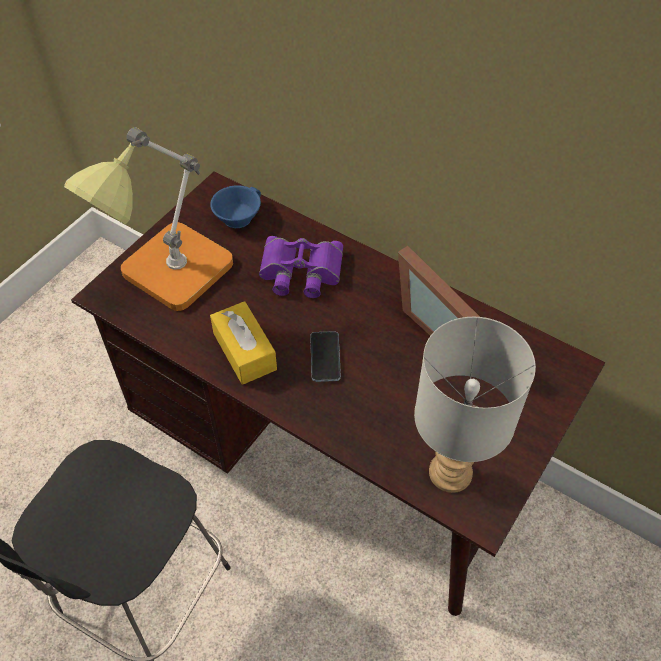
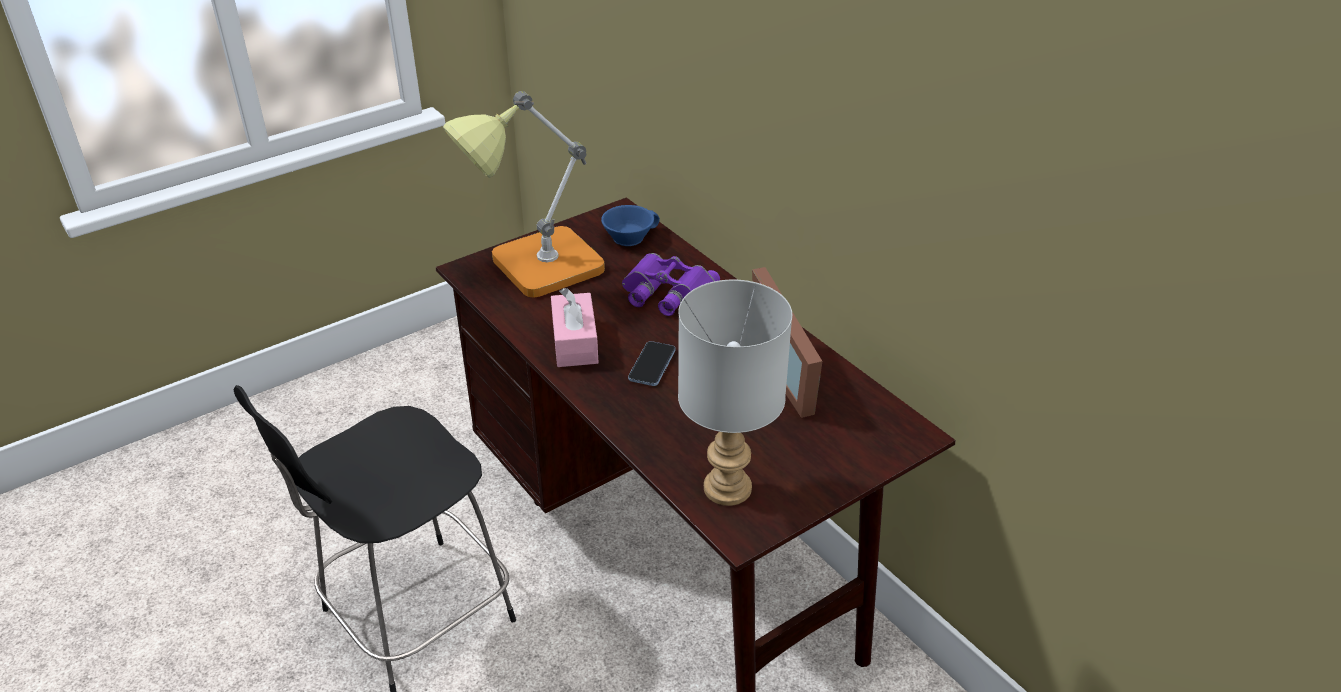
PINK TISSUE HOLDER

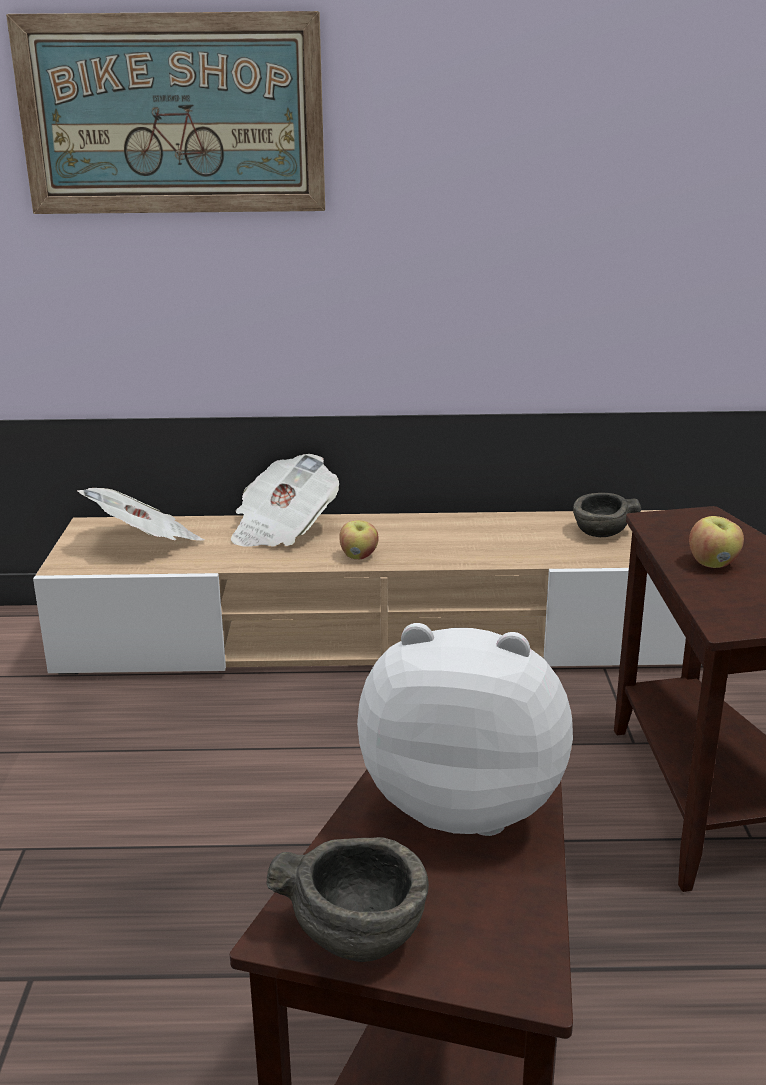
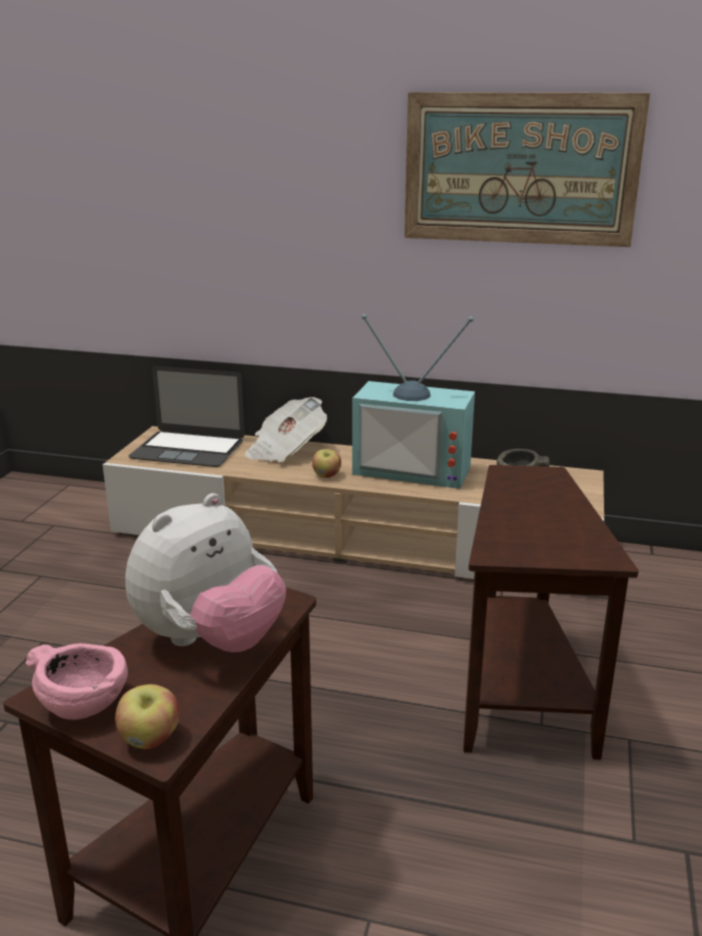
PINK BOWL
APPLE FRUIT (1st from left)
PLUSH TOY
NOTEBOOK COMPUTER
TV SET
WALL ART

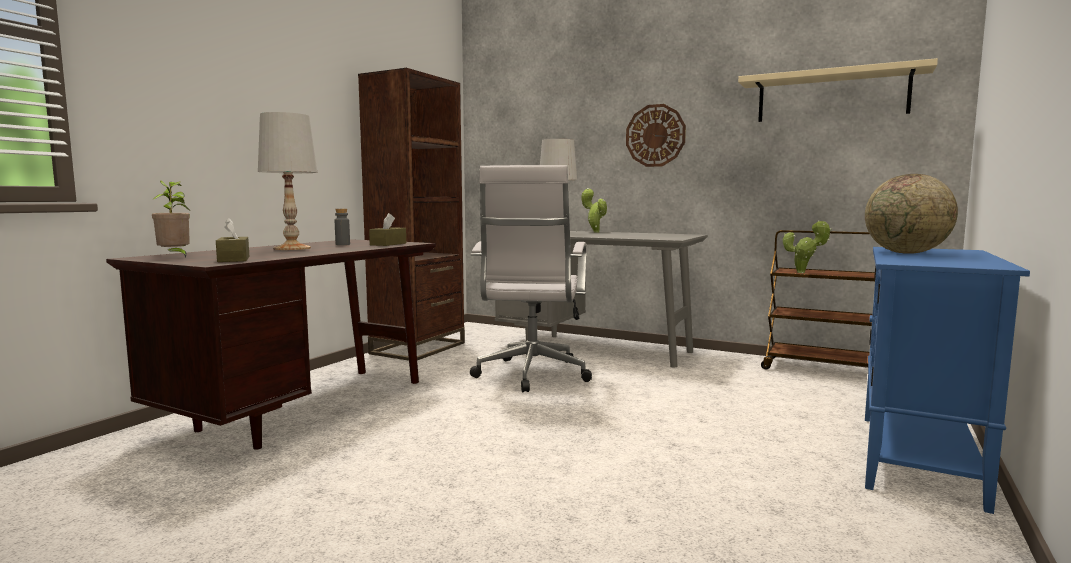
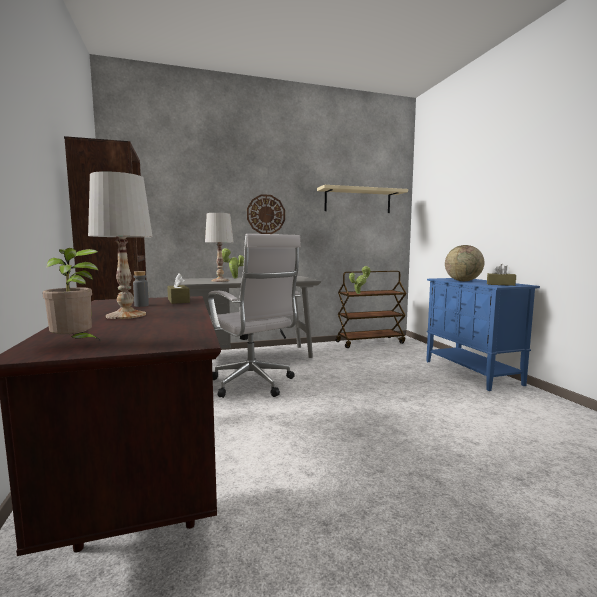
BROWN-COLOURED TISSUE HOLDER (2nd from left)

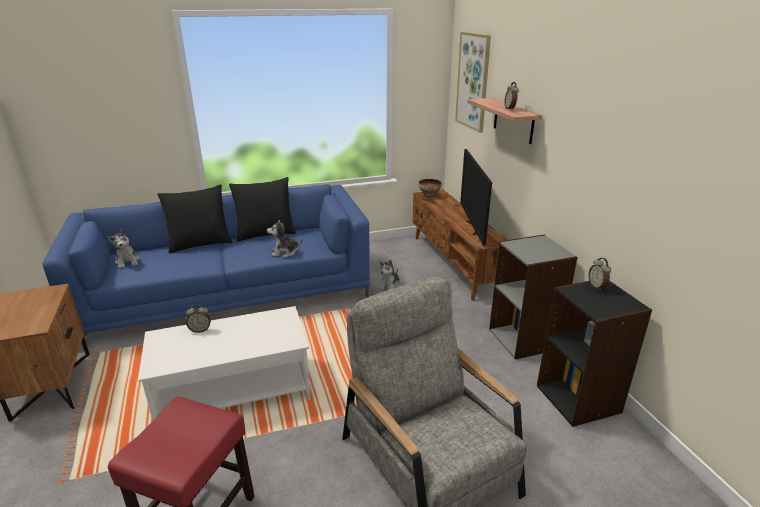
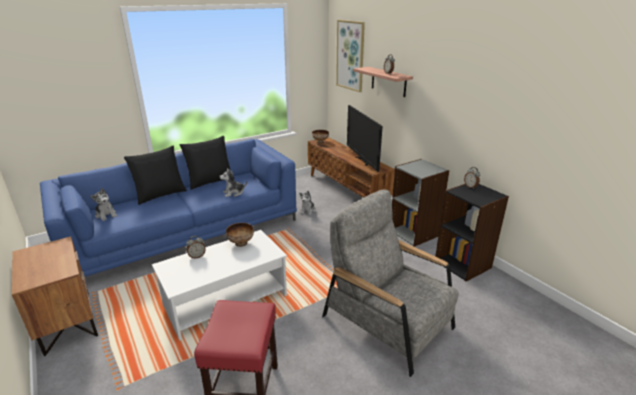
BOWL (1st from left)

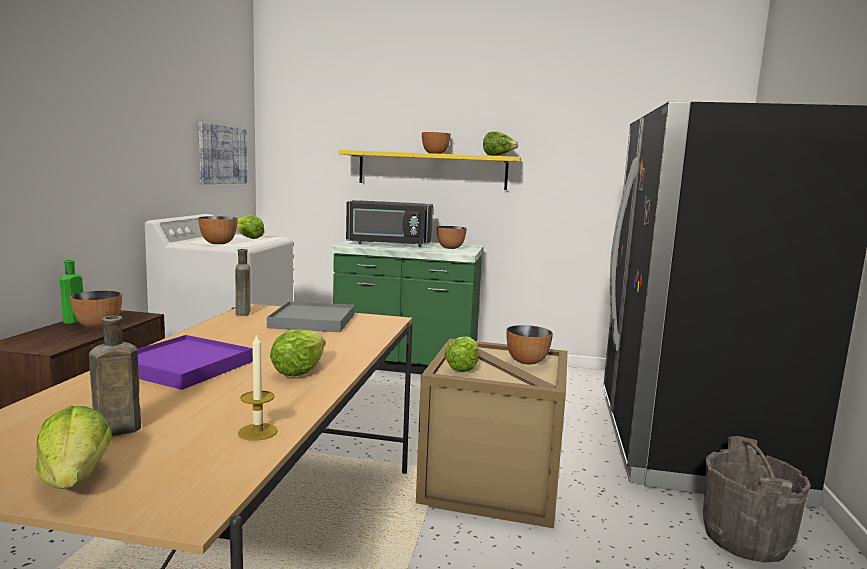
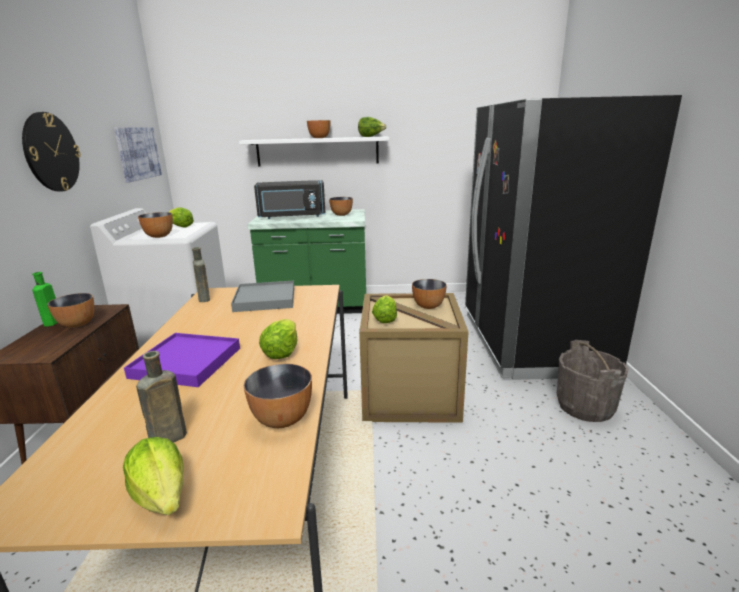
CLOCK ON THE WALL
WHITISH WALL SHELF
BOWL (3rd from left)

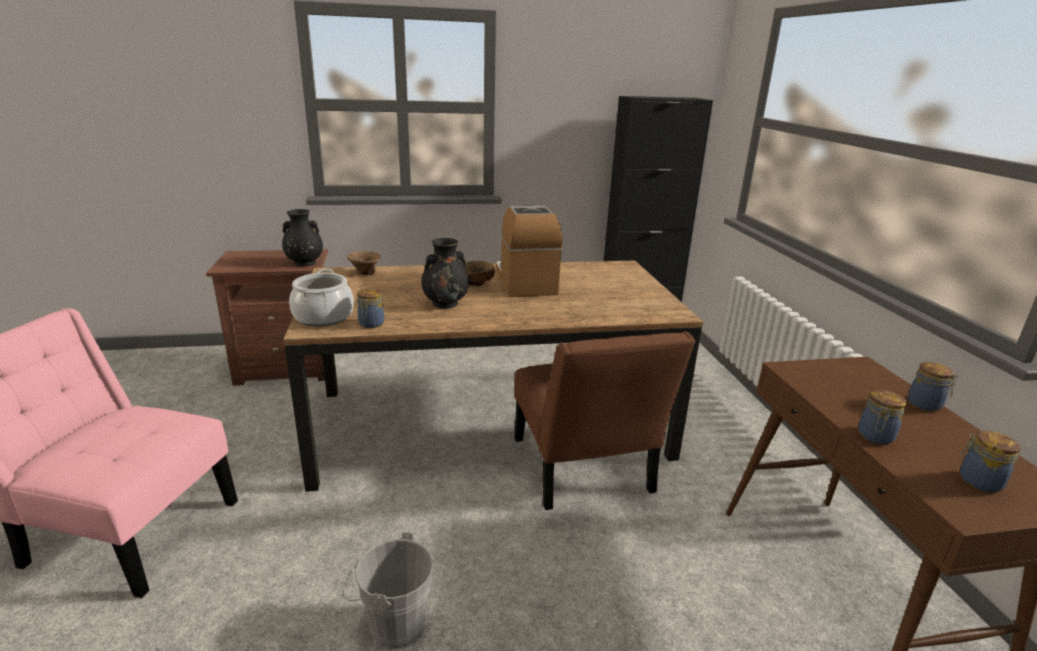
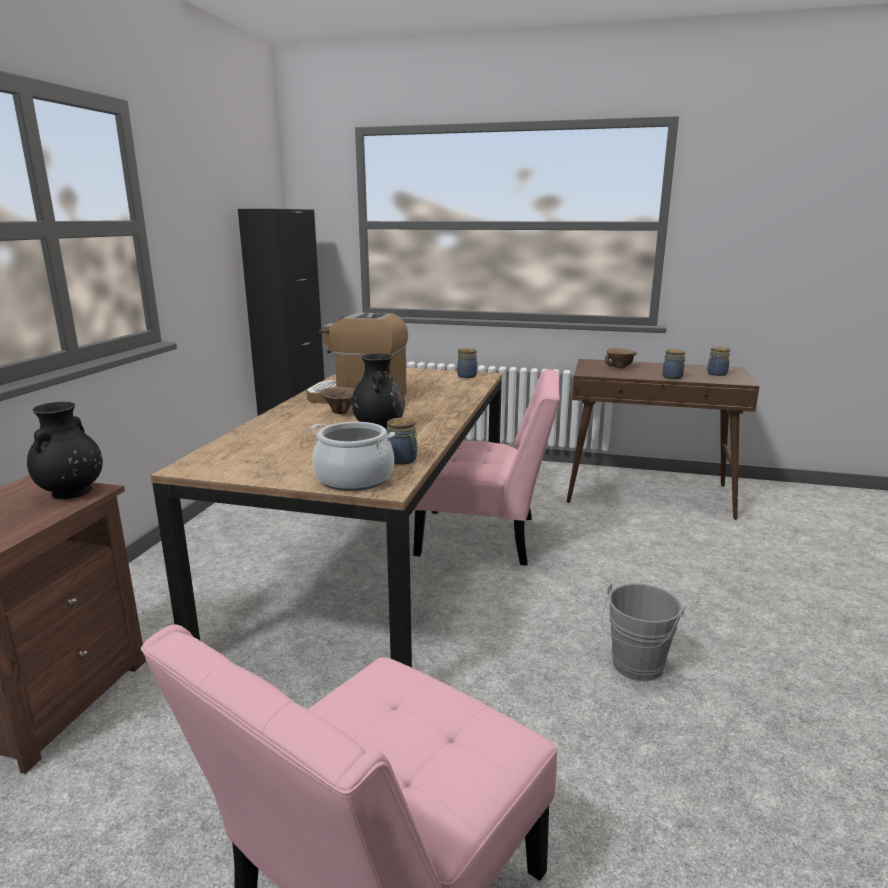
PINK CHAIR (2nd from left)
JAR (2nd from left)
BROWN-COLOURED BOWL (2nd from left)

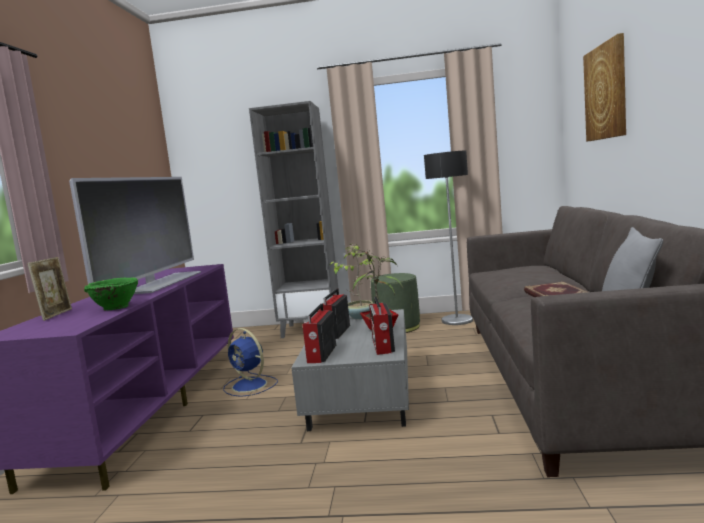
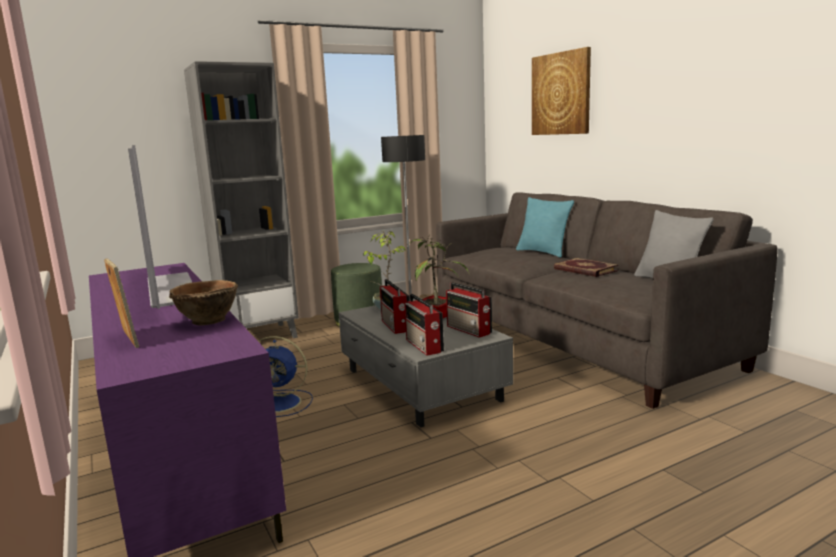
BROWN-COLOURED BOWL
BLUE-GREEN CUSHION

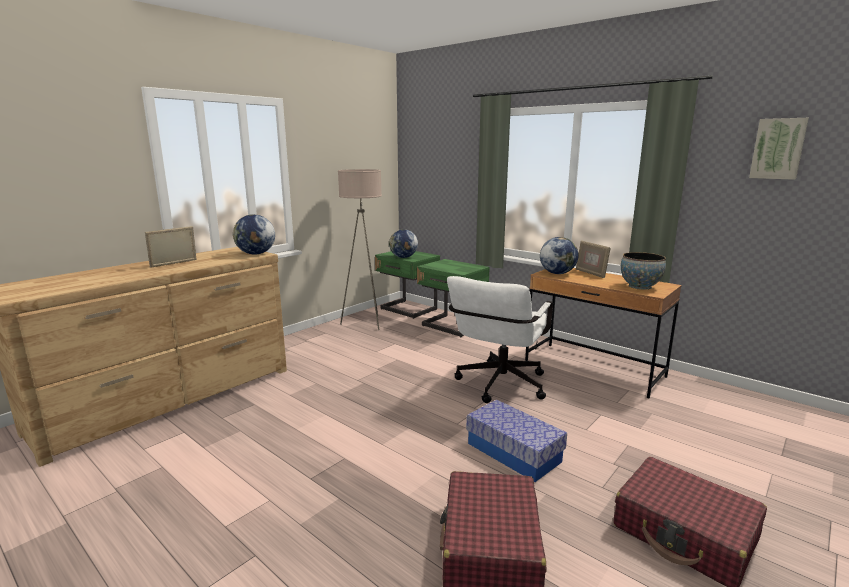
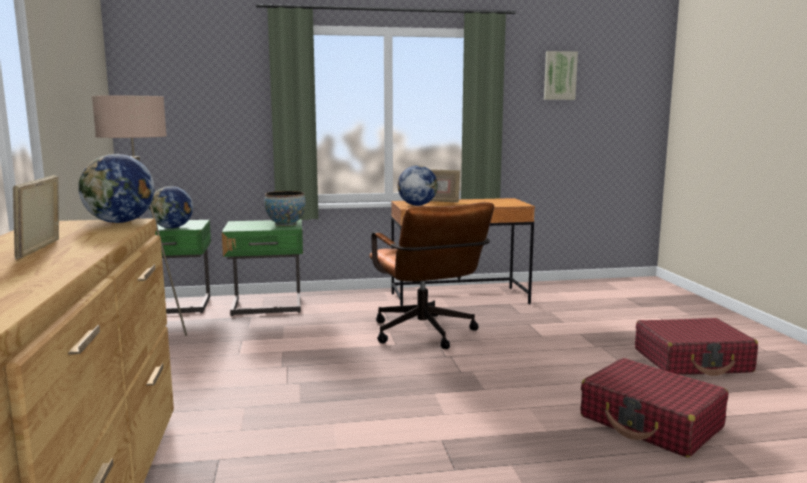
BOWL
BROWN-COLOURED DESK CHAIR
STORAGE BIN

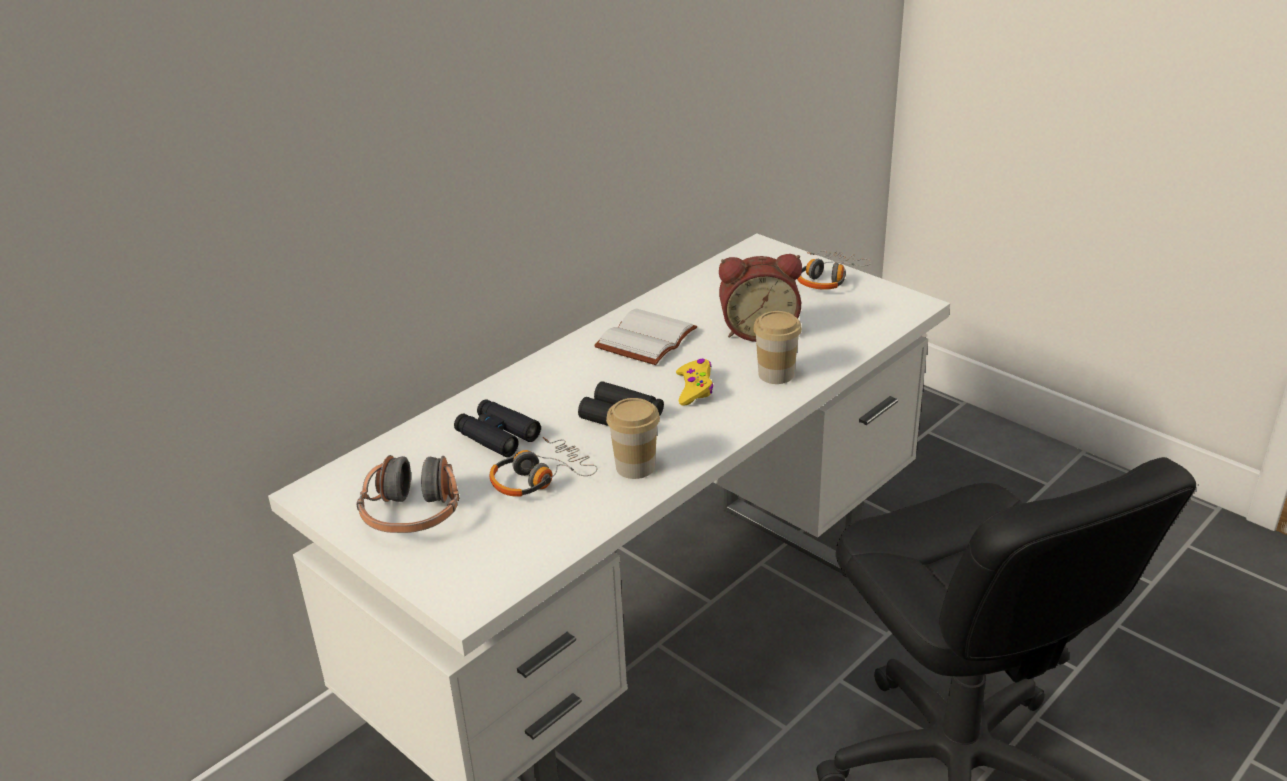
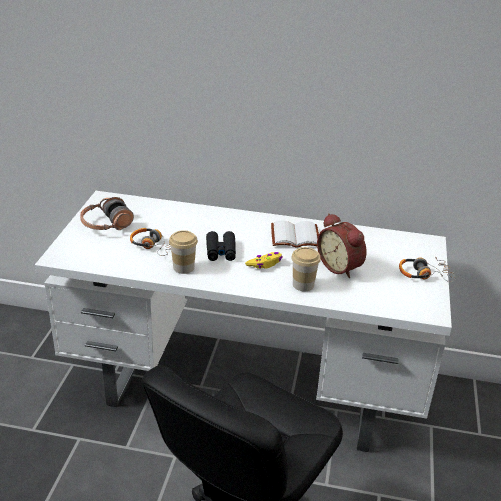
BLACKISH PAIR OF BINOCULARS (1st from left in the first image)

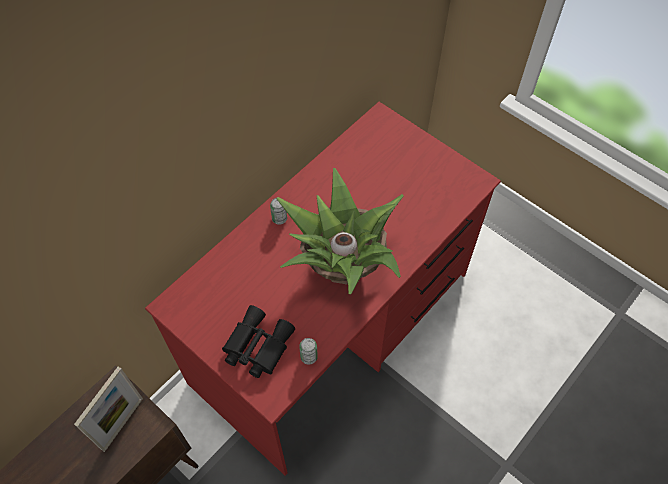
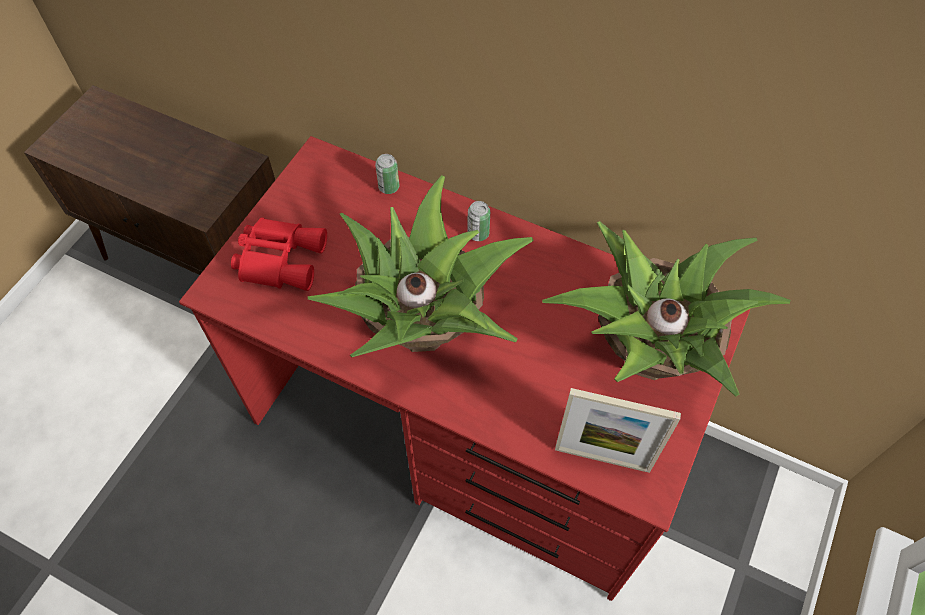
REDDISH PAIR OF BINOCULARS
CAN (1st from left)
PLANT IN A POT (2nd from left)
PHOTO FRAME

